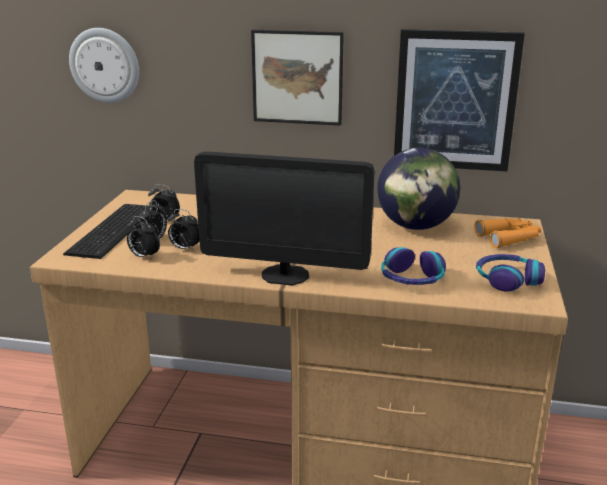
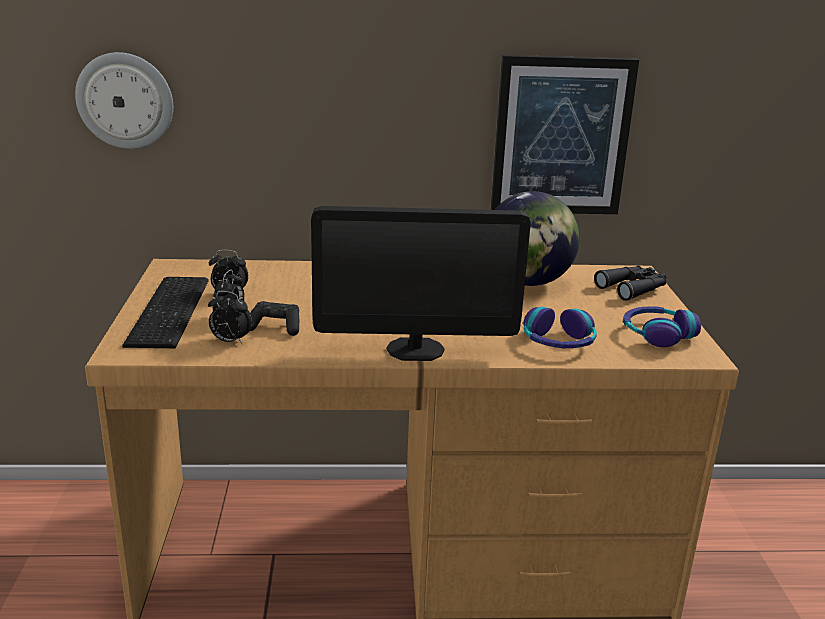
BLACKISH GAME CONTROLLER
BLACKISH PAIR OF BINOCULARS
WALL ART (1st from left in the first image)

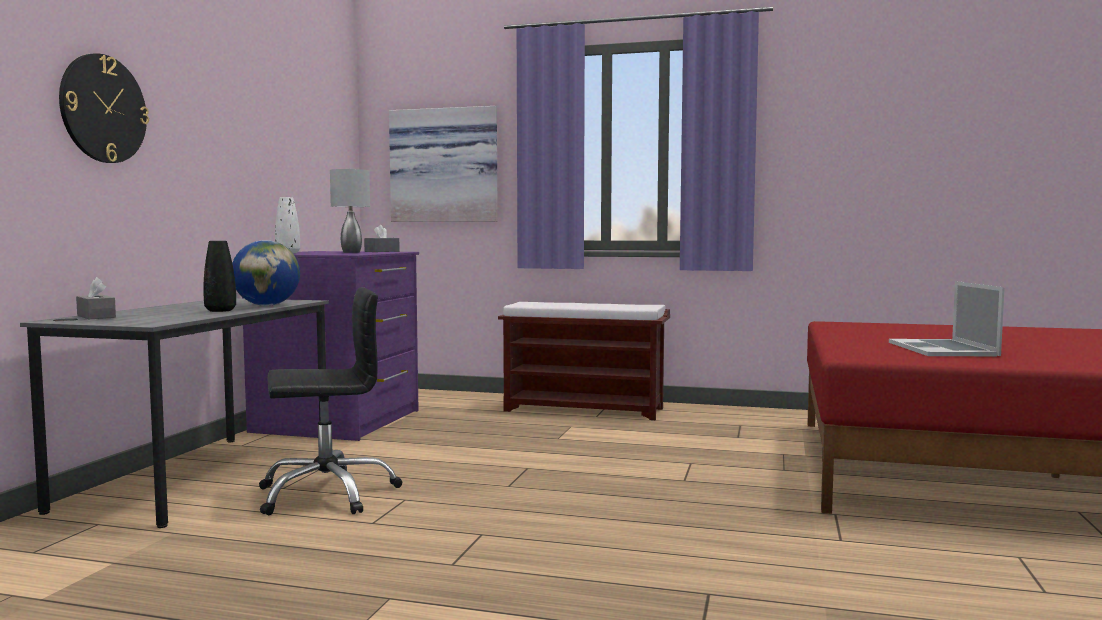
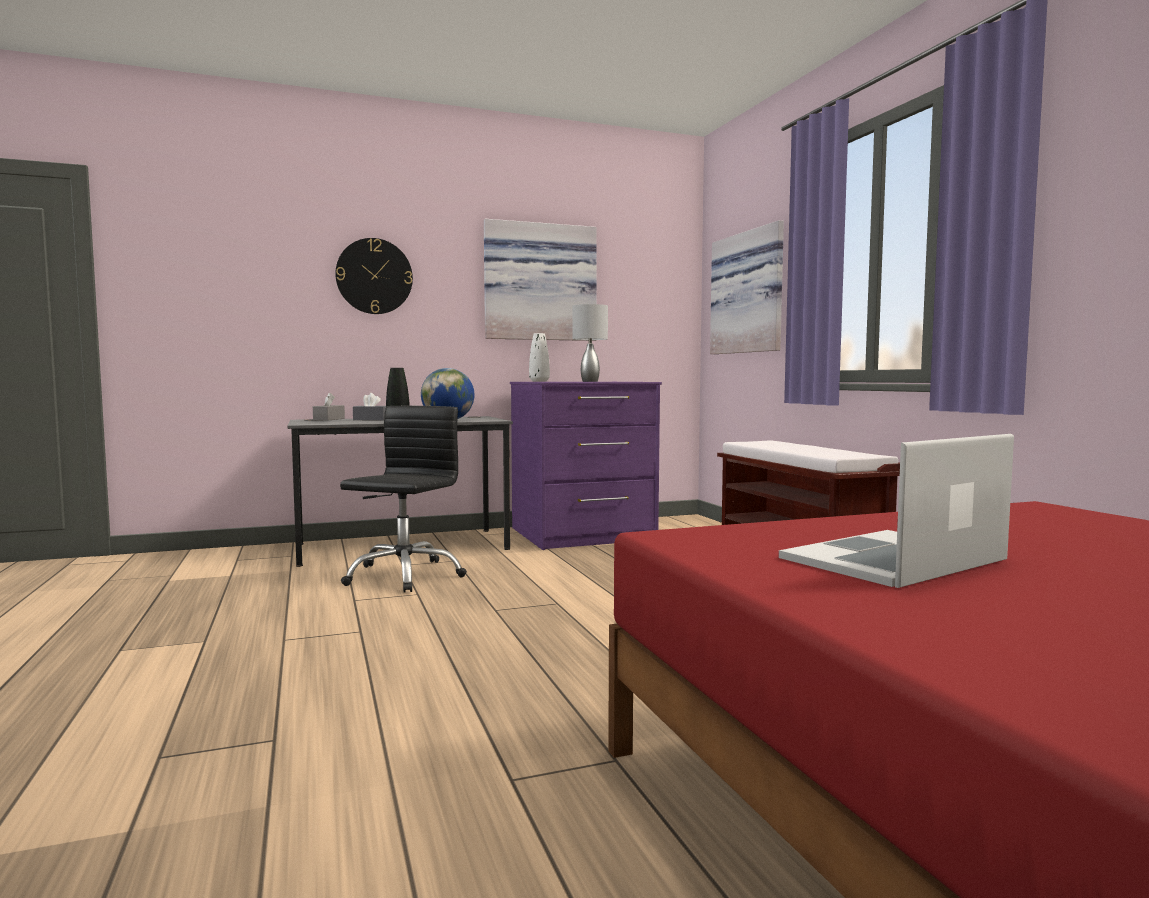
BLACKISH DESK CHAIR
GRAY TISSUE HOLDER (2nd from left)
WALL ART (1st from left)

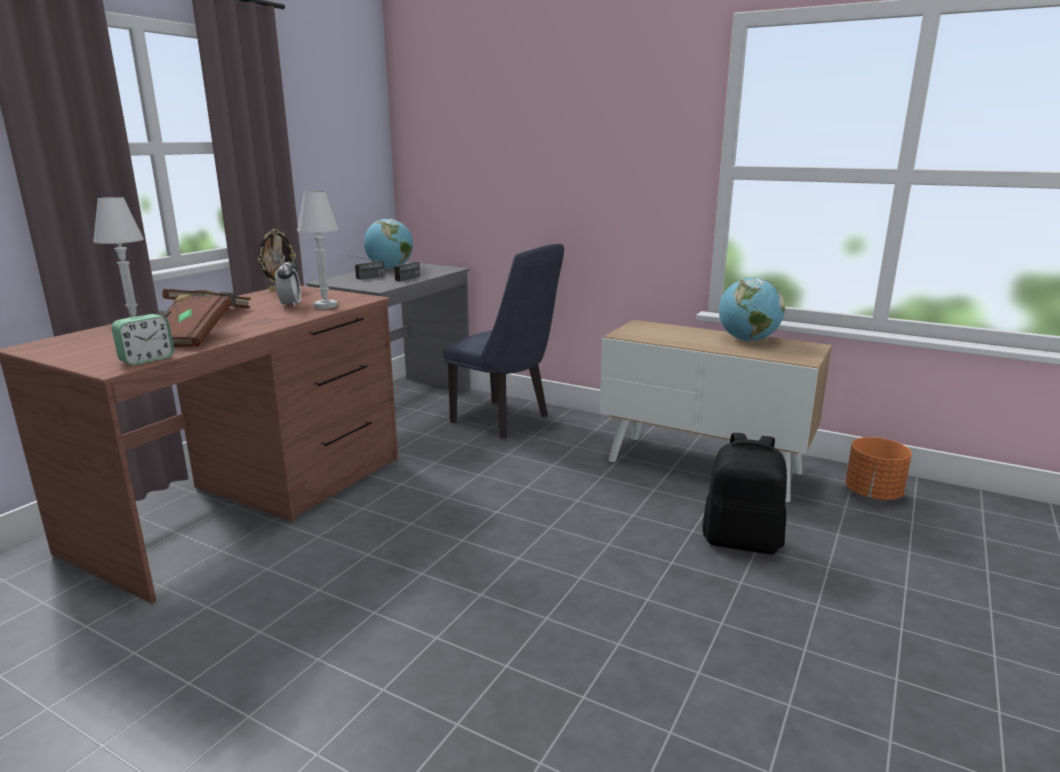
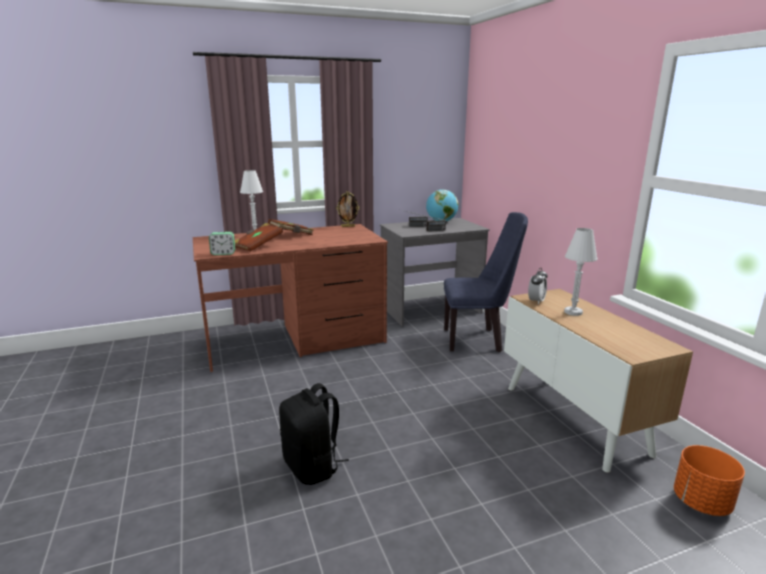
BLACKISH KNAPSACK
BLUE-COLOURED CHAIR
BEDSIDE CLOCK (2nd from left)
WHITISH LAMP FOR A TABLE (2nd from left)
DESK GLOBE (2nd from left in the first image)

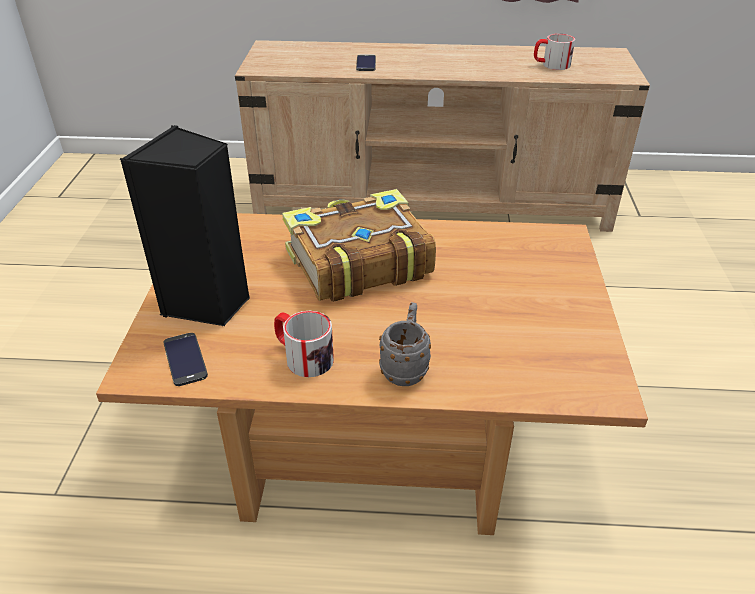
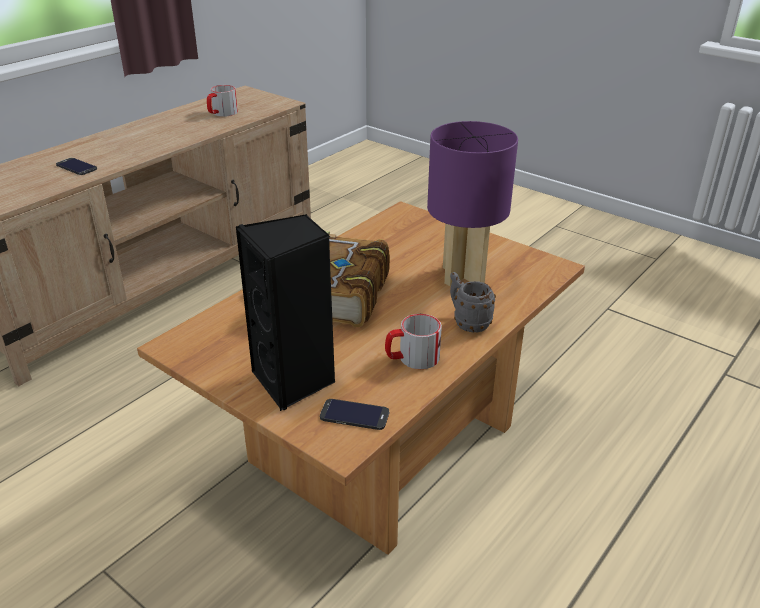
PURPLE LAMP FOR A TABLE

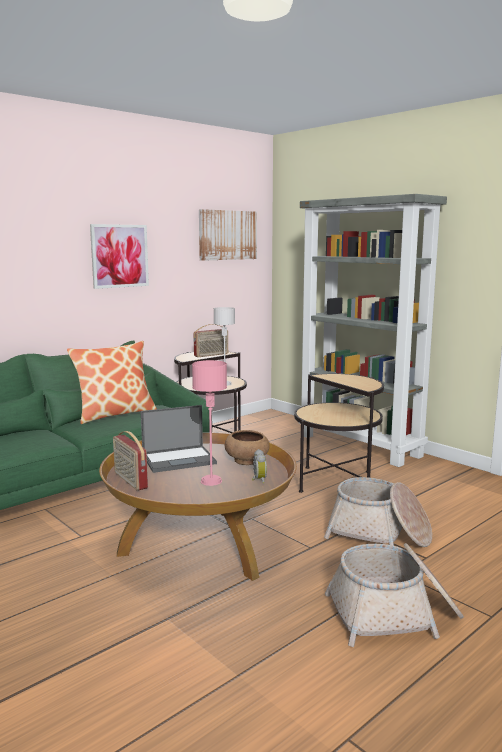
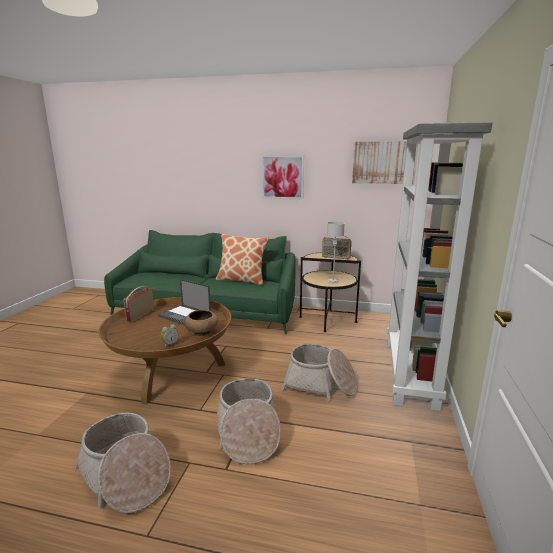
HOUSEHOLD BASKET (3rd from left)
PINK LAMP FOR A TABLE

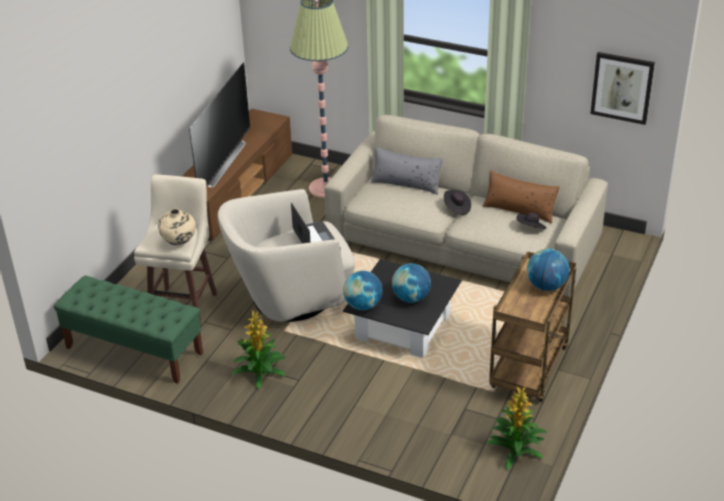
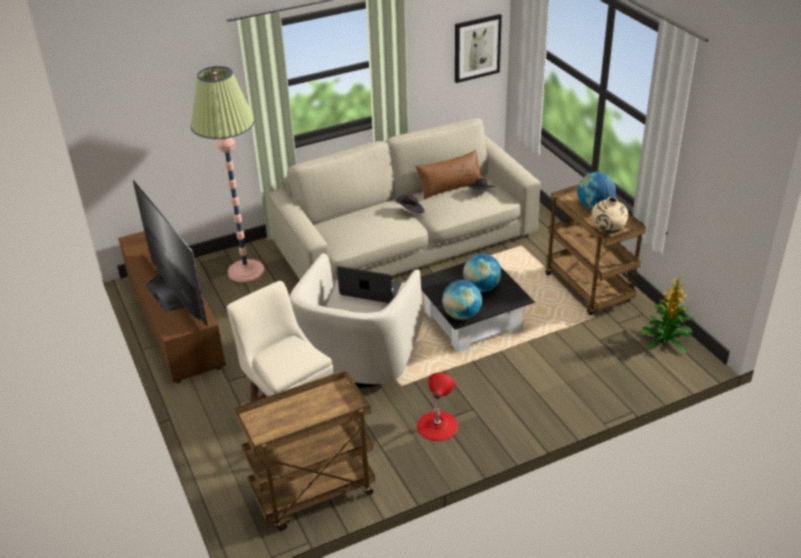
BROWN-COLOURED TROLLEY (1st from left)
REDDISH LAMP FOR A TABLE
SAND-COLOURED FLOWER VASE
GRAY CUSHION

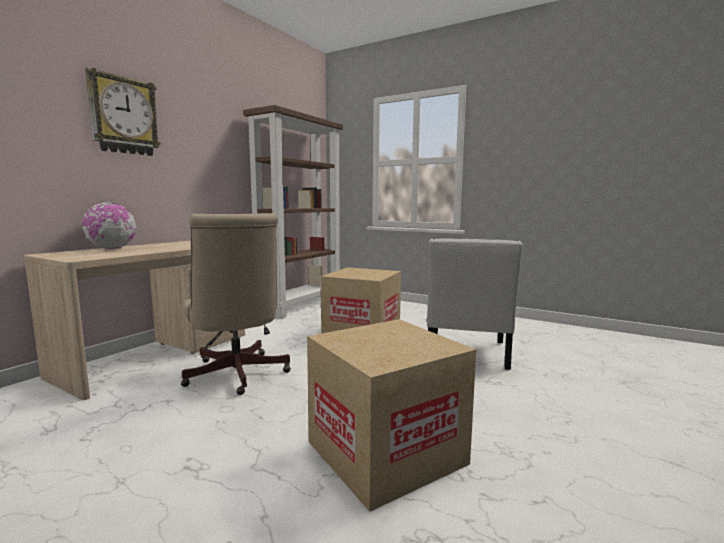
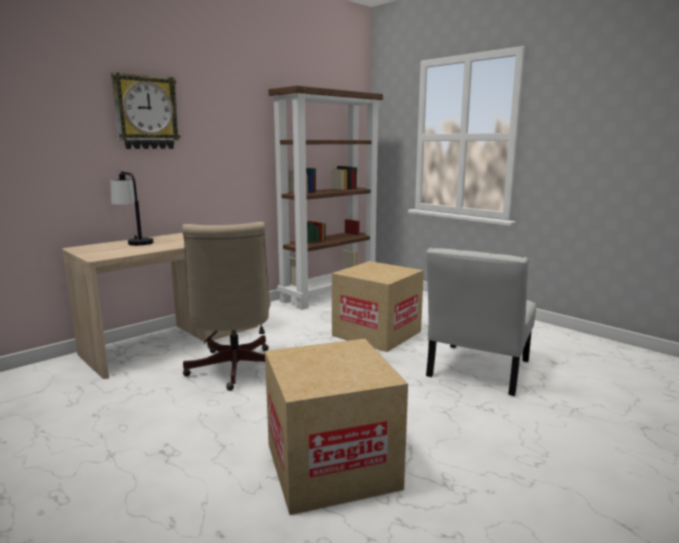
LAMP FOR A TABLE

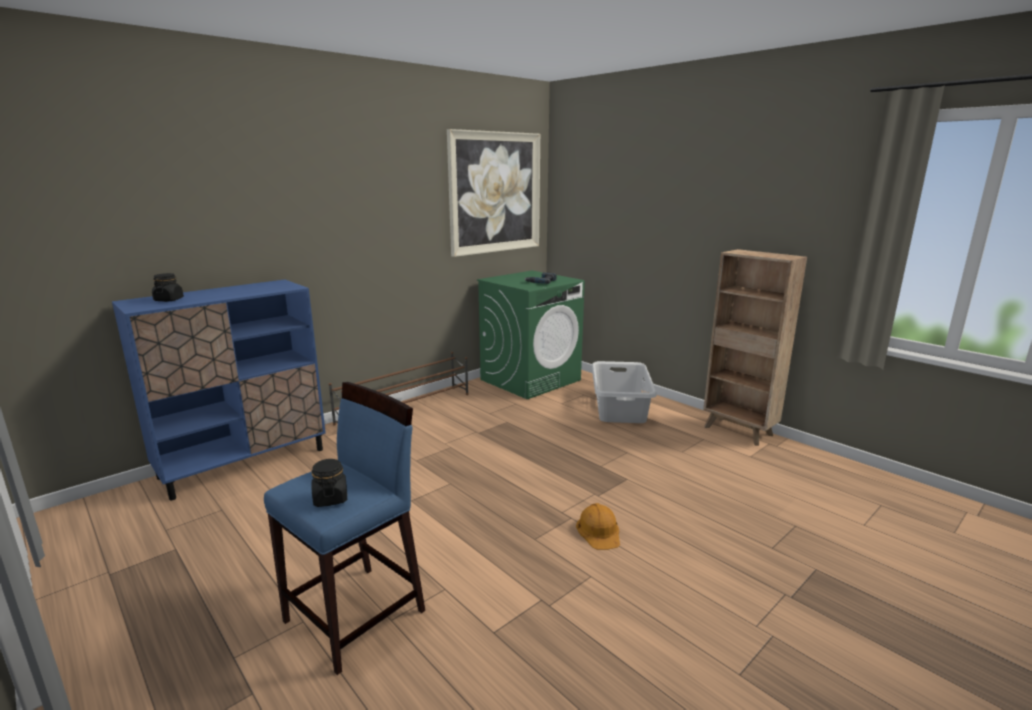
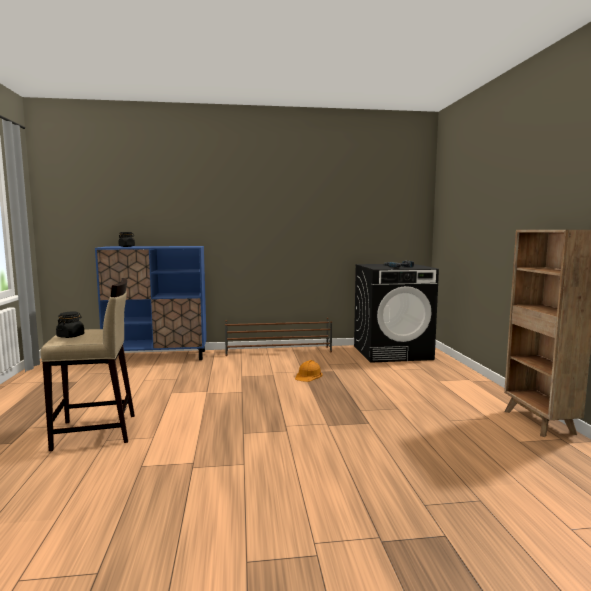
SAND-COLOURED SITTING STOOL
ORANGE SAFETY HELMET
BLACKISH WASHING MACHINE
WALL ART
GRAY LAUNDRY BASKET

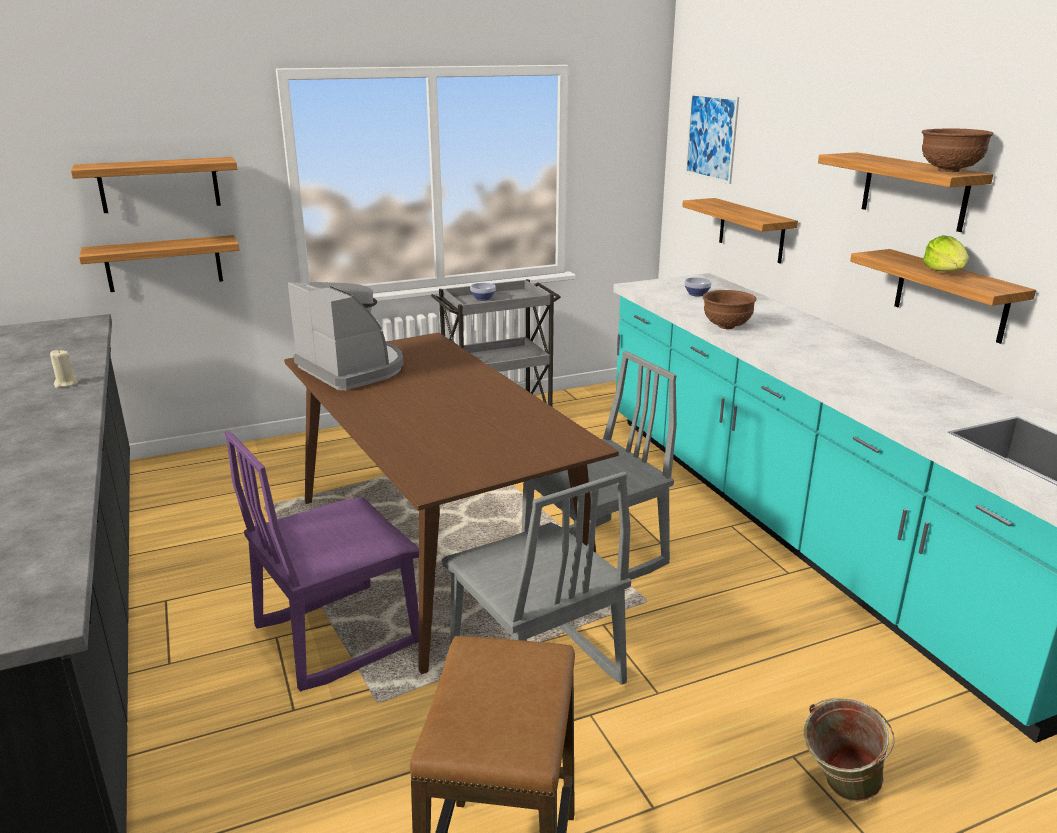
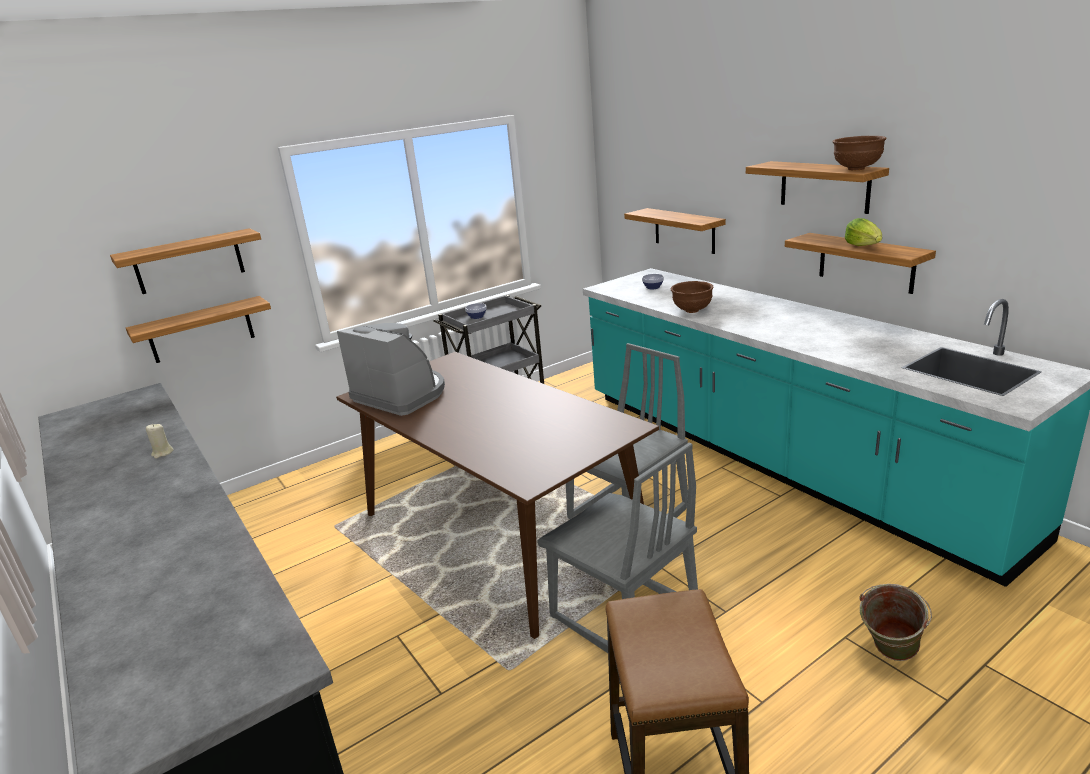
PURPLE CHAIR
WALL ART

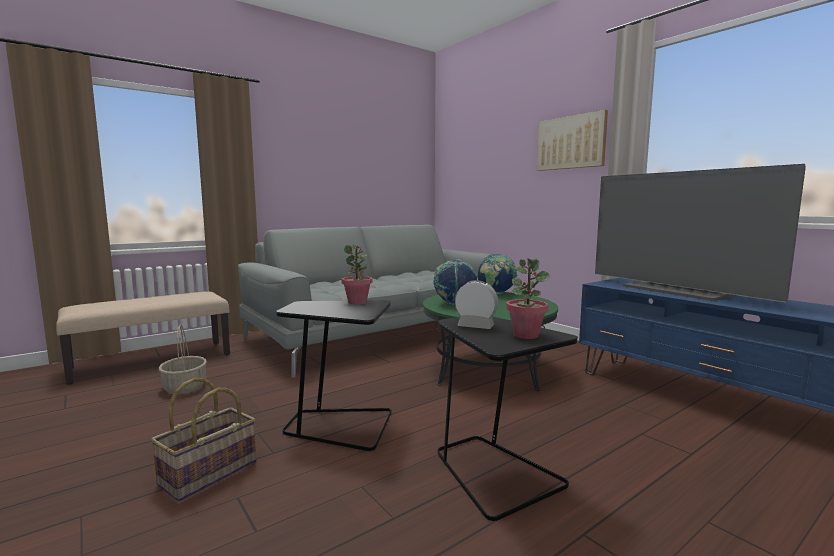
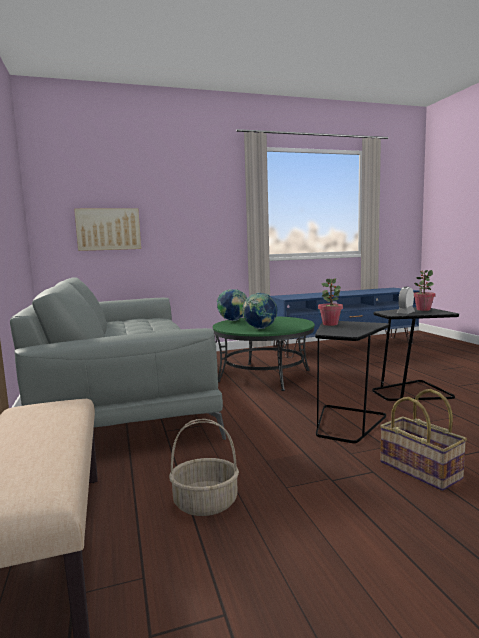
WALL ART
TV SET

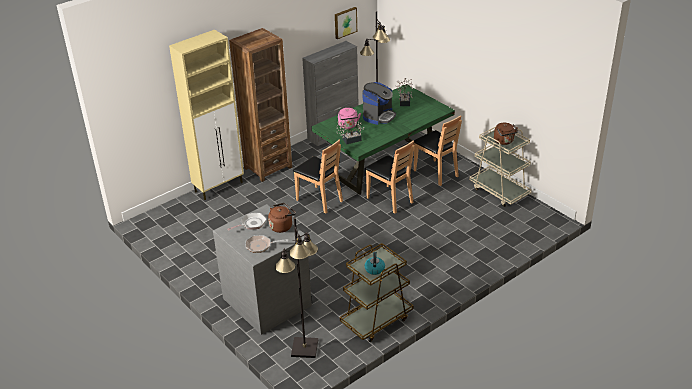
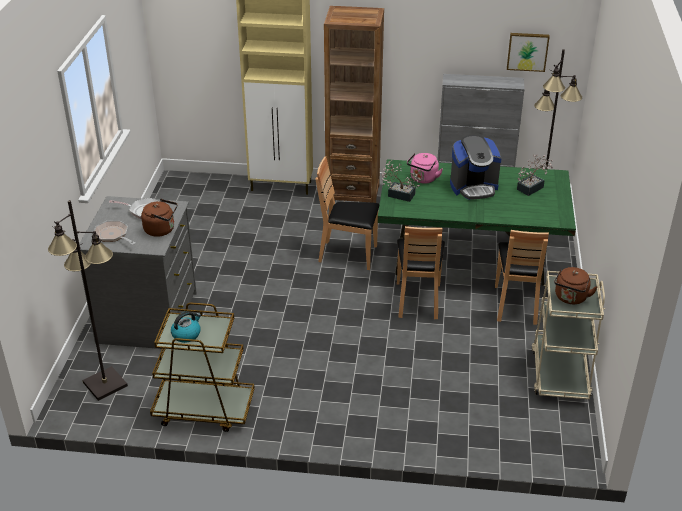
BROWN-COLOURED CHAIR (1st from left)

